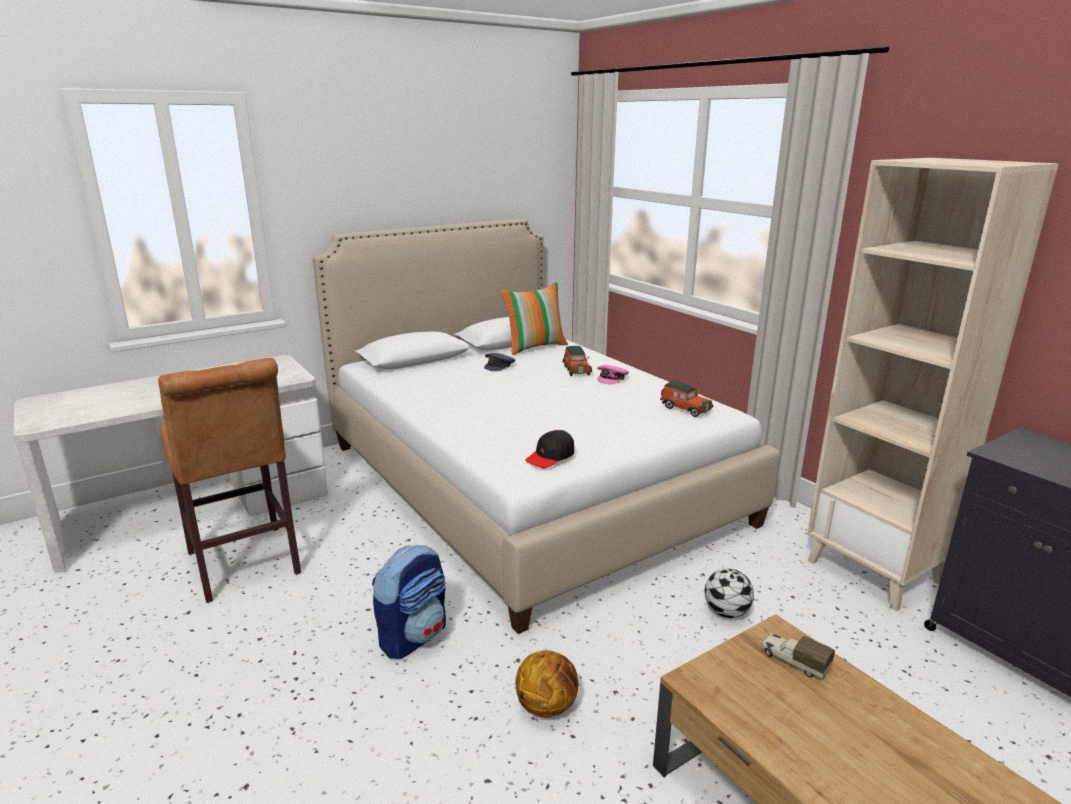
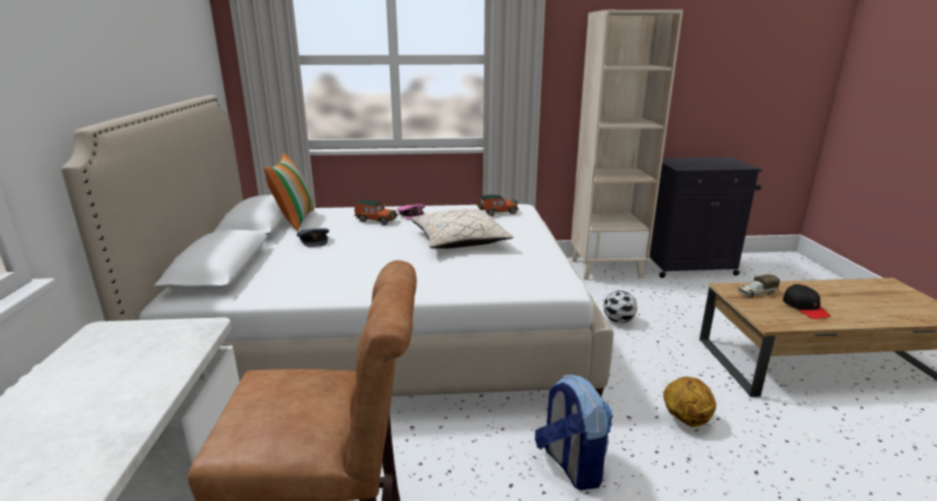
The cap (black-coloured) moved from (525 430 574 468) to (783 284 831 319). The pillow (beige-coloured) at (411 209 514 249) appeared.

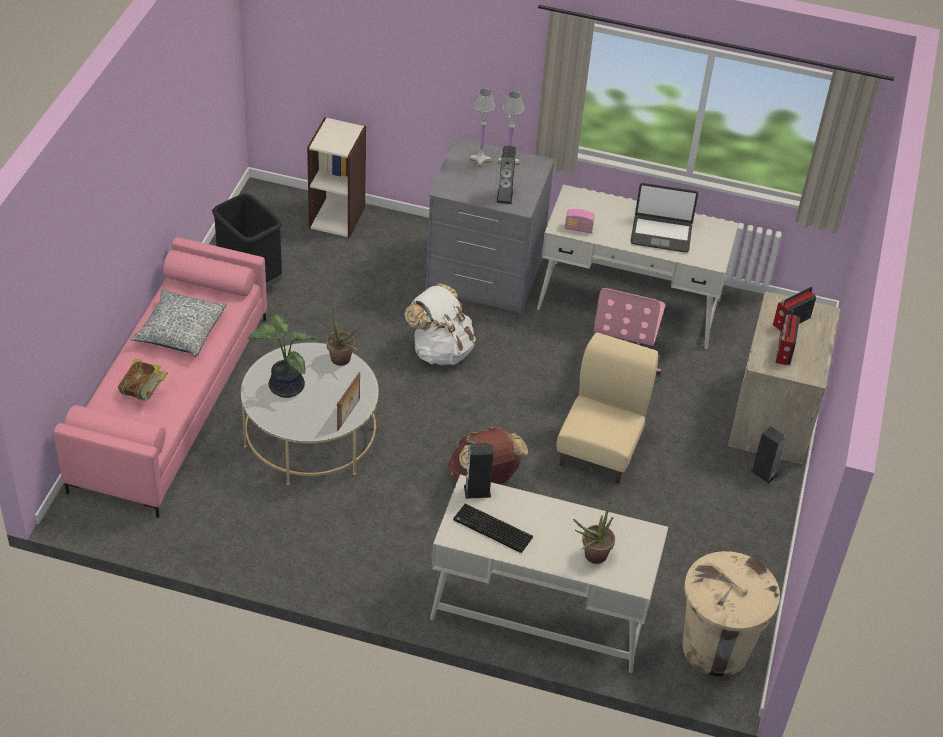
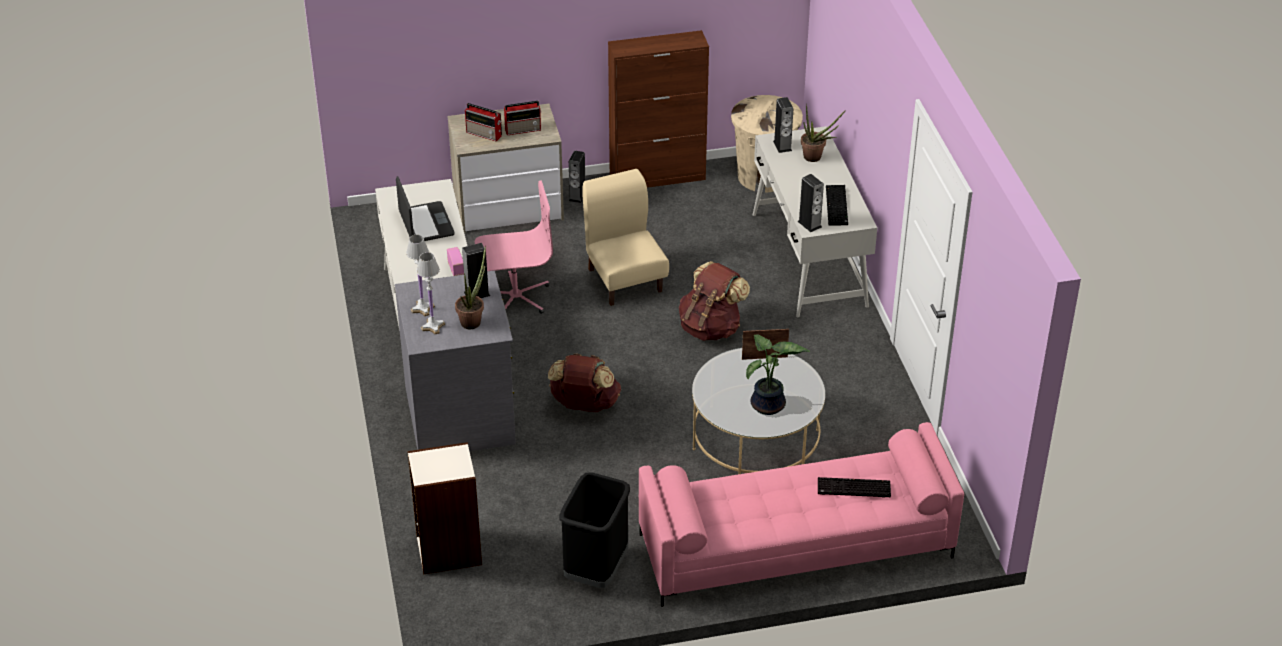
The backpack (whitish) at (404 283 476 365) became the backpack (brownish) at (548 353 621 412). The pillow at (130 289 227 357) disappeared. The plant in a pot moved from (326 305 359 366) to (455 246 486 329). The plain chair (beige-coloured) at (556 332 658 484) turned 75 degrees clockwise. The book at (118 359 168 400) was replaced by the PC keyboard at (818 477 891 498). The cabinet (brownish) at (608 30 709 188) appeared. The audio speaker at (773 97 793 153) appeared.

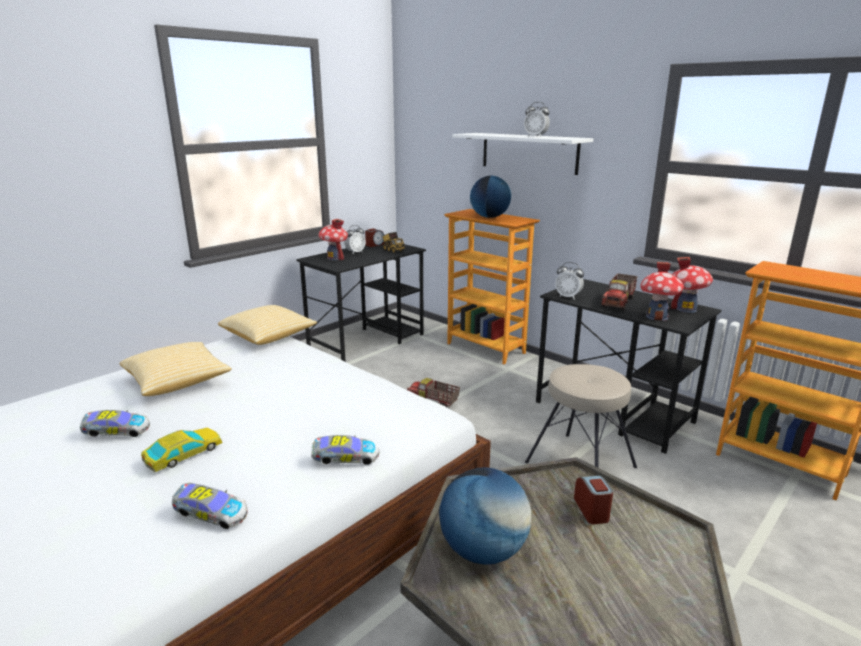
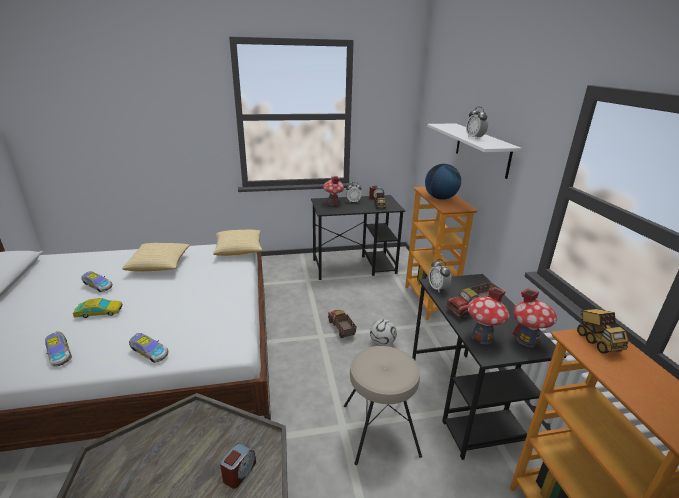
The globe at (439 467 531 565) disappeared. The model truck at (577 309 629 354) appeared. The football at (370 319 397 346) appeared.

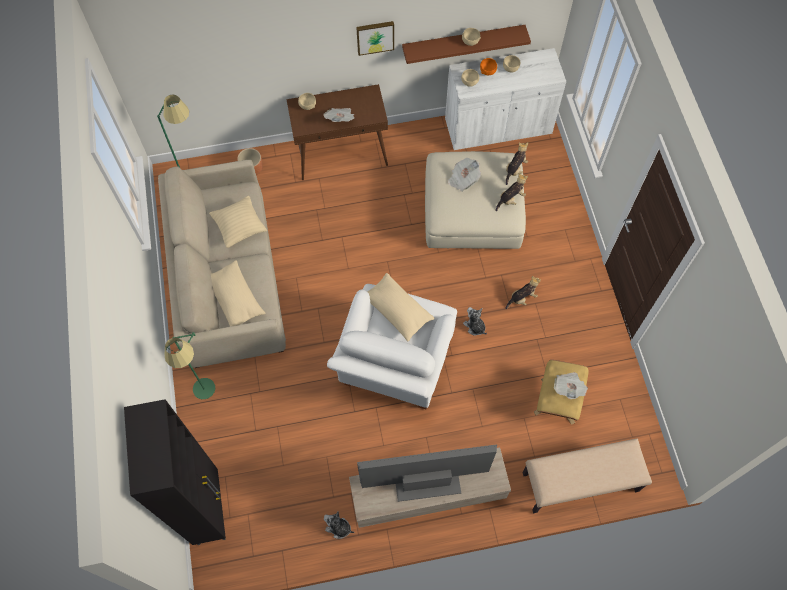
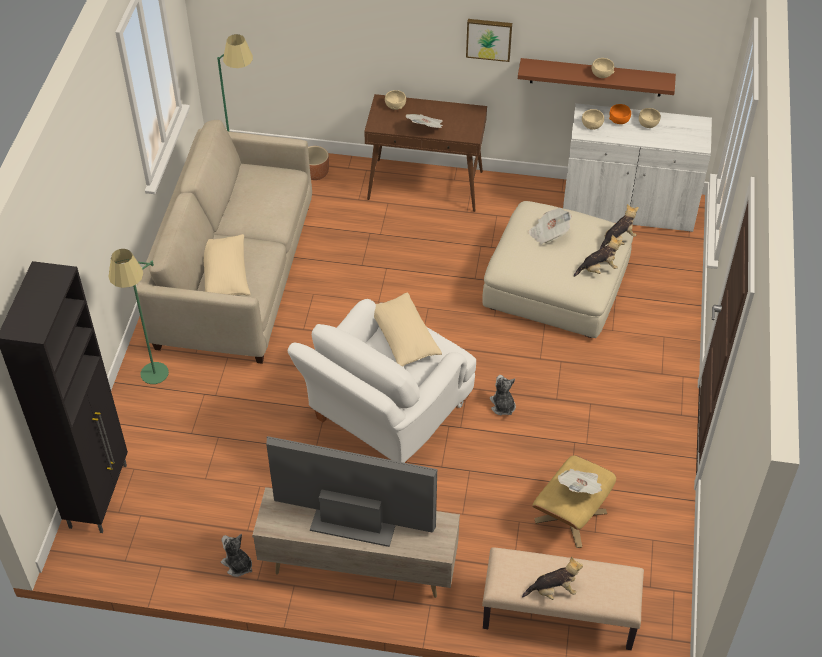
The pillow (beige-coloured) at (209 196 267 248) disappeared. The plush toy moved from (505 276 541 309) to (522 556 583 600).

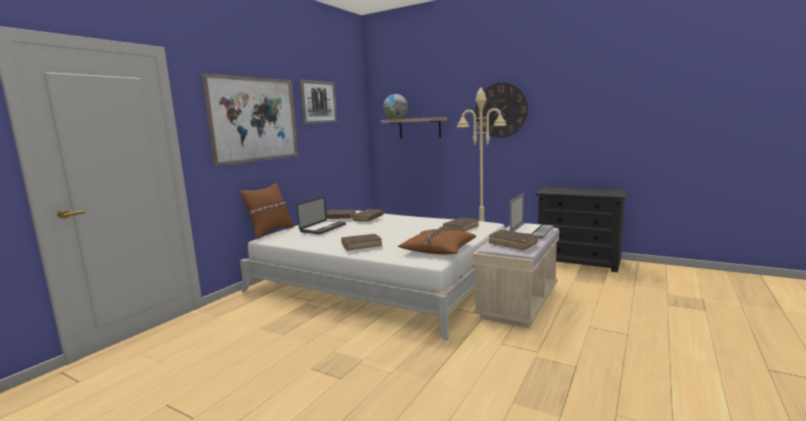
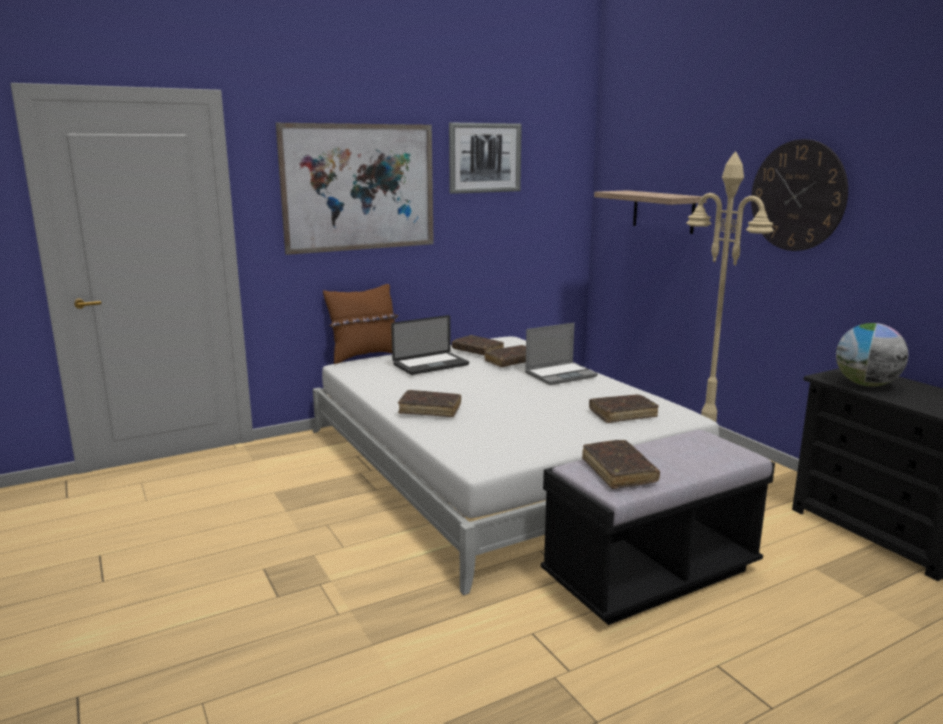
The globe moved from (383 94 408 119) to (836 323 908 387). The portable computer moved from (510 193 554 239) to (525 323 598 385). The pillow (brownish) at (398 225 476 255) disappeared. The bench (beige-coloured) at (473 225 560 328) became the bench (black-coloured) at (541 430 775 625).

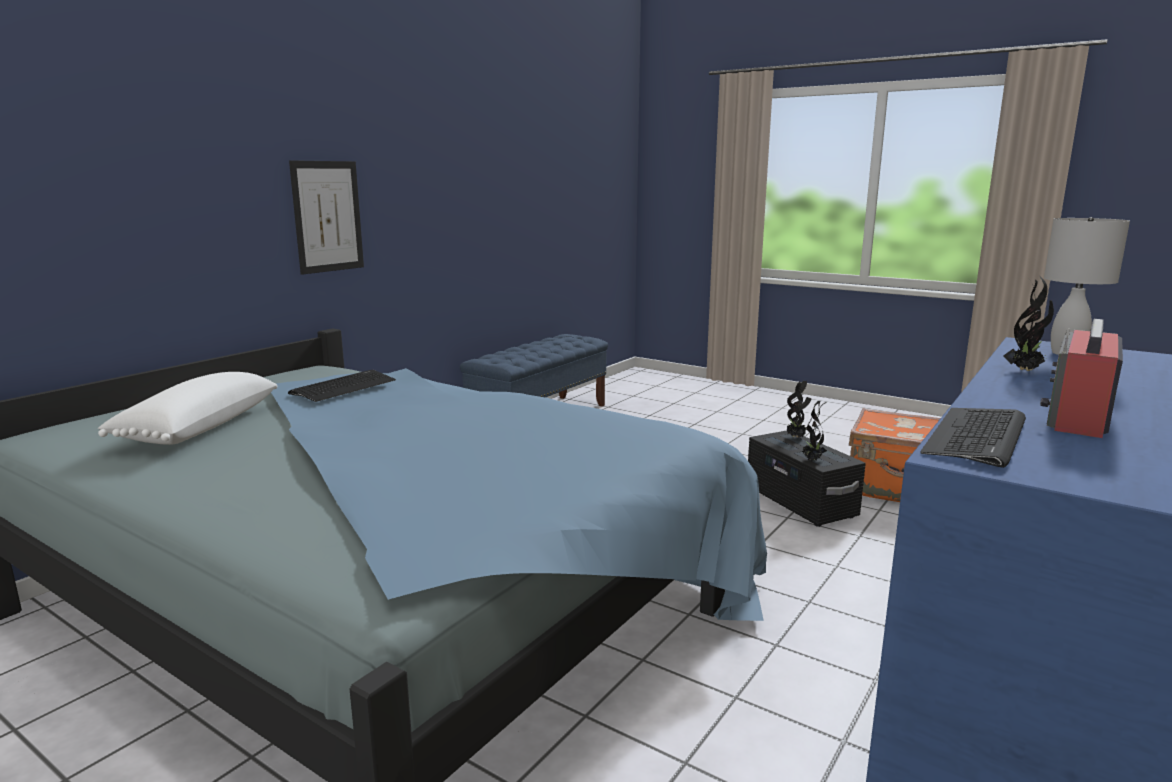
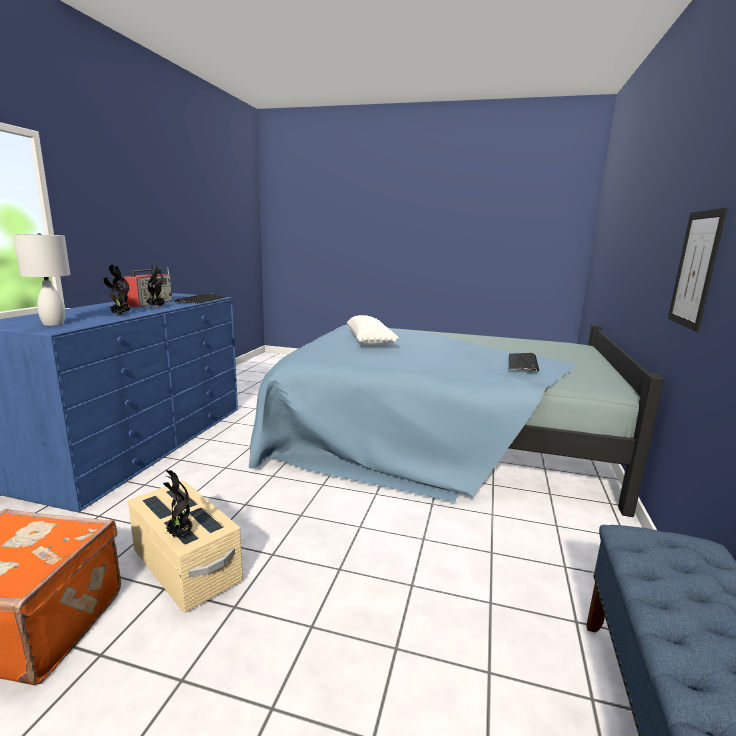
The pillow (whitish) moved from (98 372 277 445) to (347 315 399 345). The plant in a pot moved from (802 401 826 461) to (146 262 166 307). The storage container (black-coloured) at (748 430 866 527) became the storage container (beige-coloured) at (128 480 243 613).

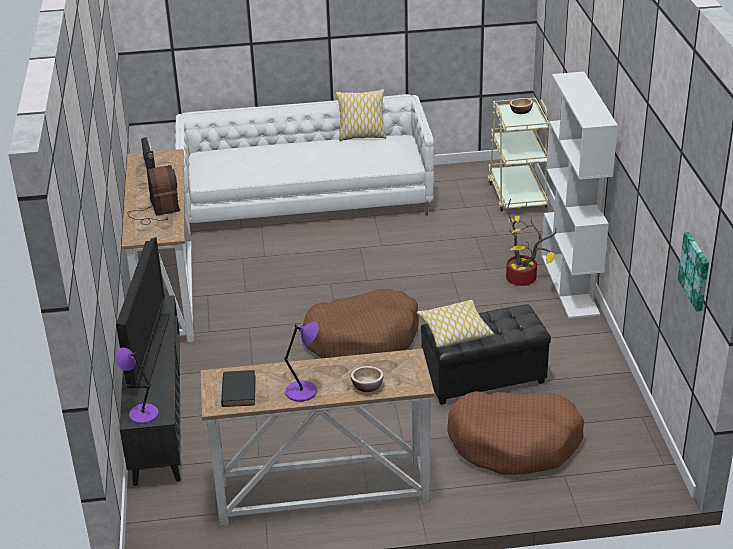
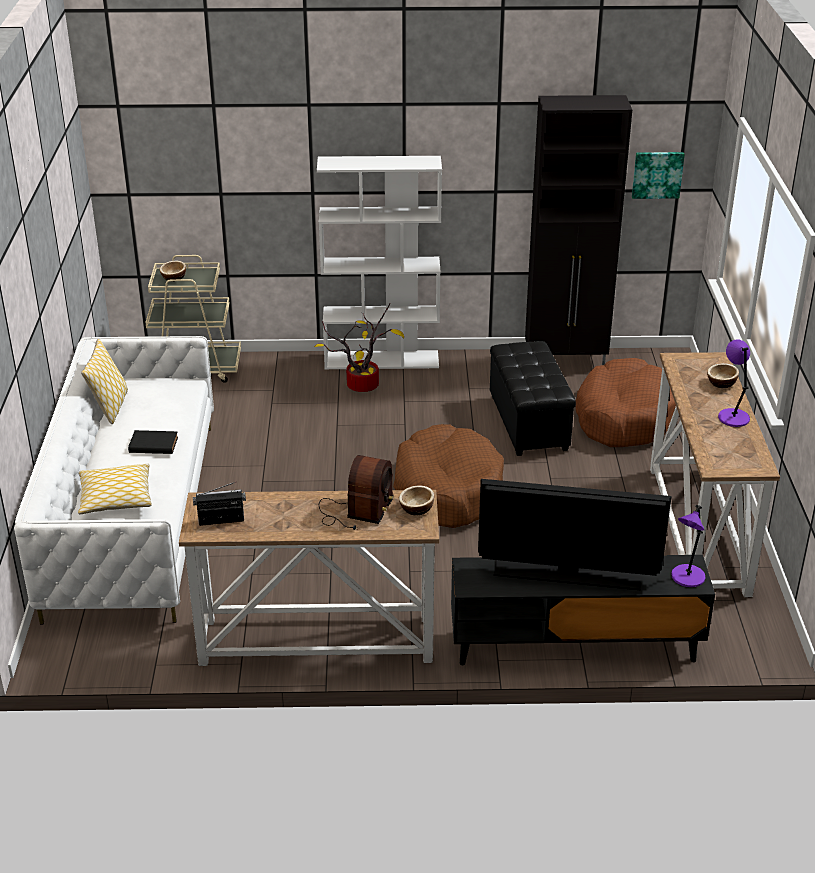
The radio at (127 165 180 225) turned 120 degrees clockwise. The pillow moved from (417 300 494 348) to (78 464 152 514). The book (black-coloured) moved from (221 370 256 407) to (128 430 178 454). The cabinet (black-coloured) at (525 95 632 365) appeared. The bowl at (399 486 434 515) appeared.

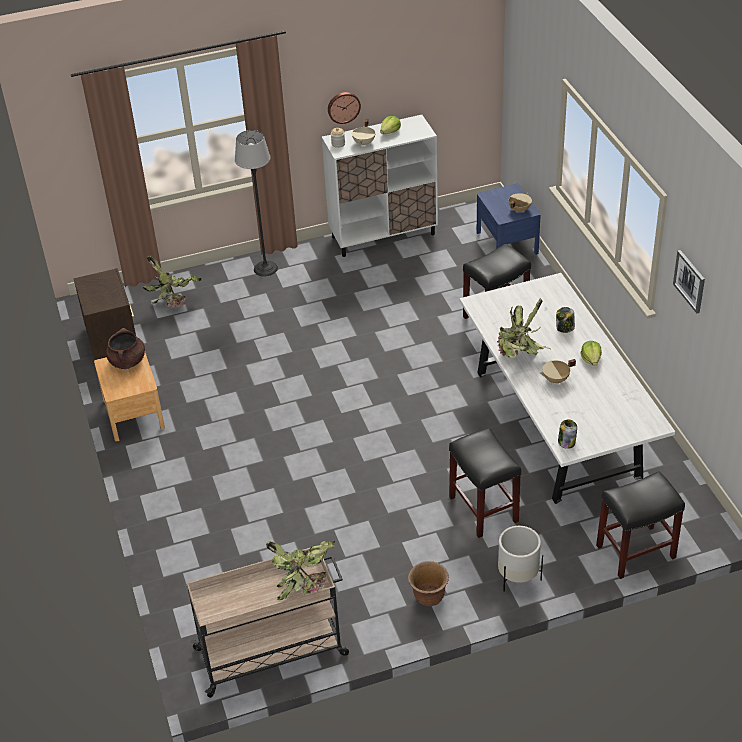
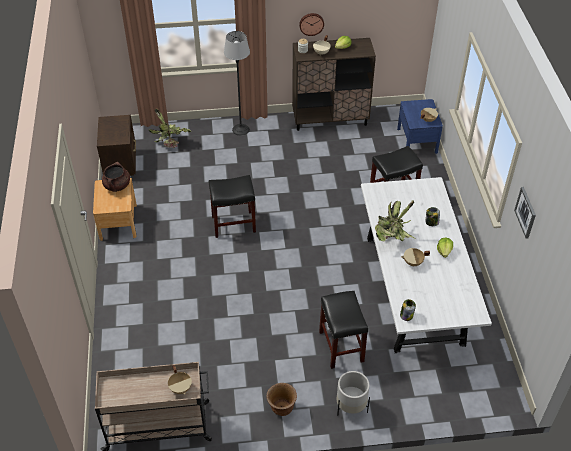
The cabinet (whitish) at (322 115 438 257) became the cabinet (brownish) at (292 38 376 131). The stool (black-coloured) moved from (596 471 685 579) to (209 175 256 238). The plant in a pot at (266 541 335 600) was replaced by the cooking pot (beige-coloured) at (168 365 192 394).

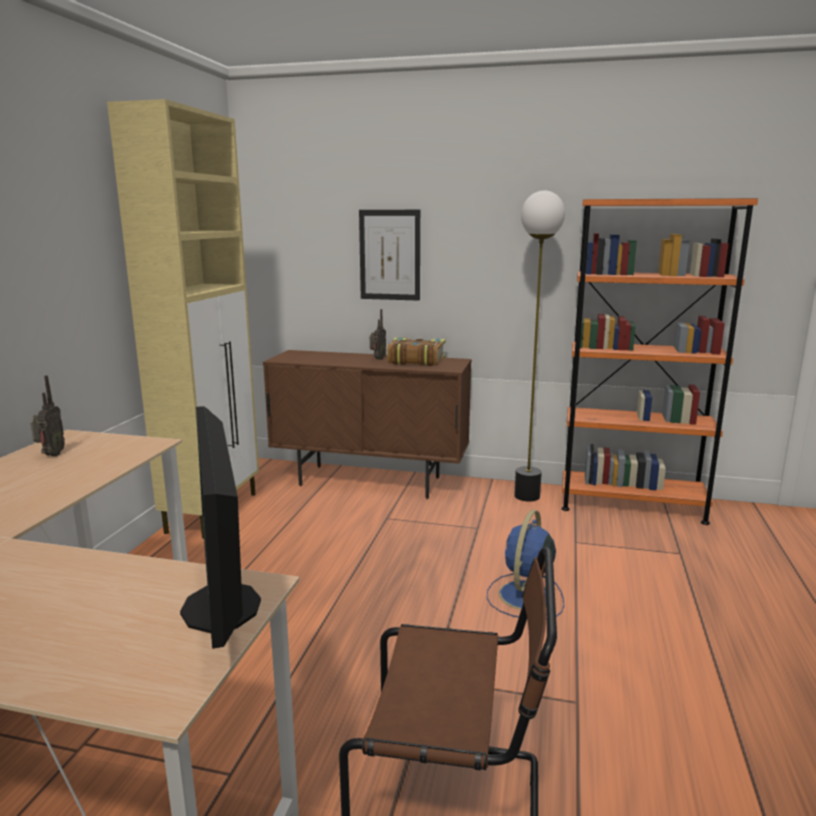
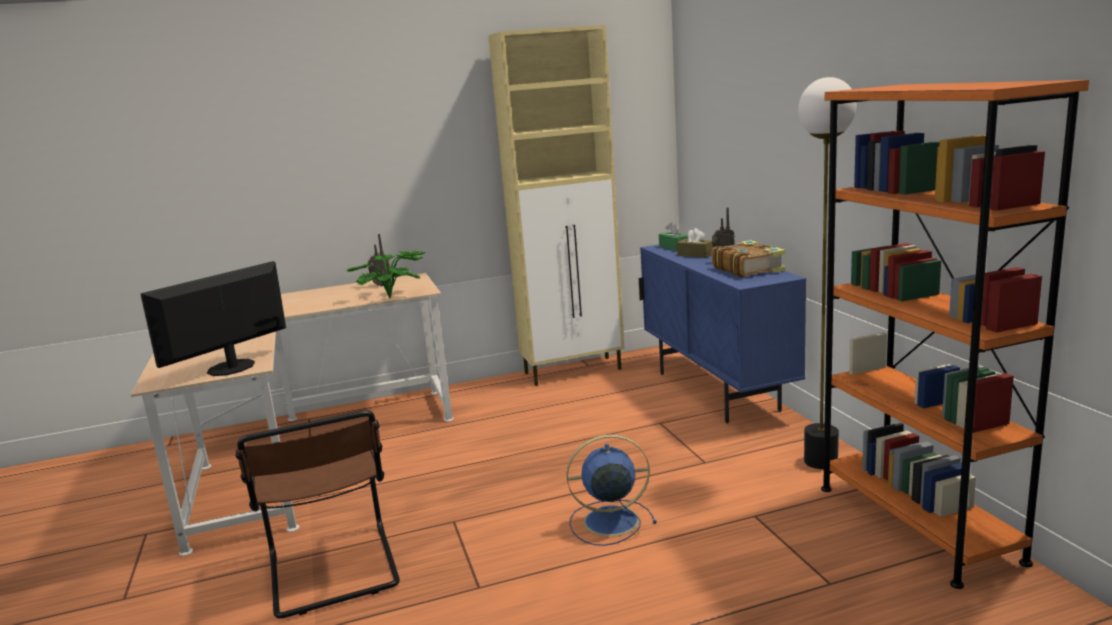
The wall picture at (359 210 420 301) disappeared. The cabinet (brownish) at (263 350 471 499) became the cabinet (blue) at (639 245 806 423). The tissue box (greenish) at (659 222 688 251) appeared. The tissue box (brownish) at (677 228 712 258) appeared. The plant in a pot at (346 250 426 298) appeared.

